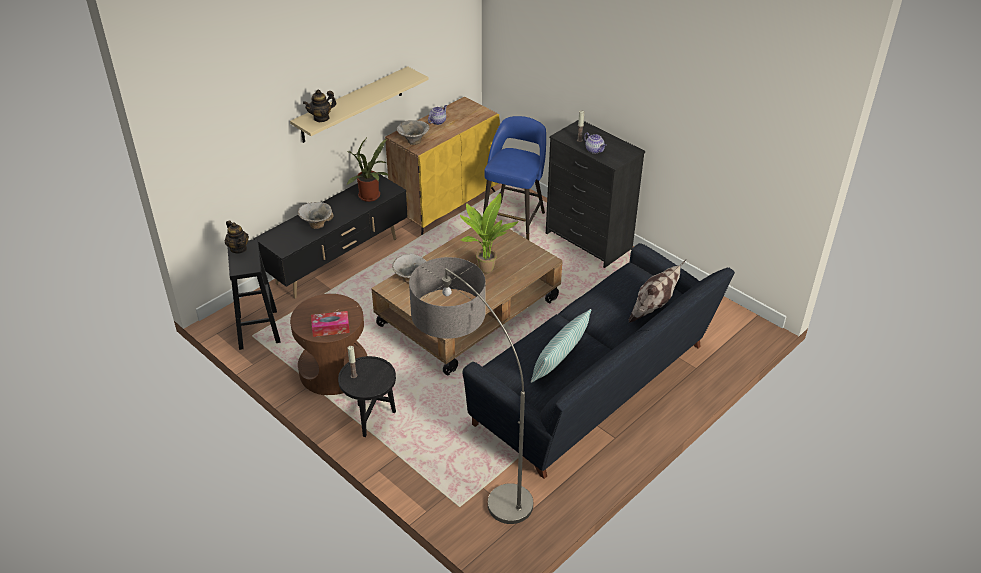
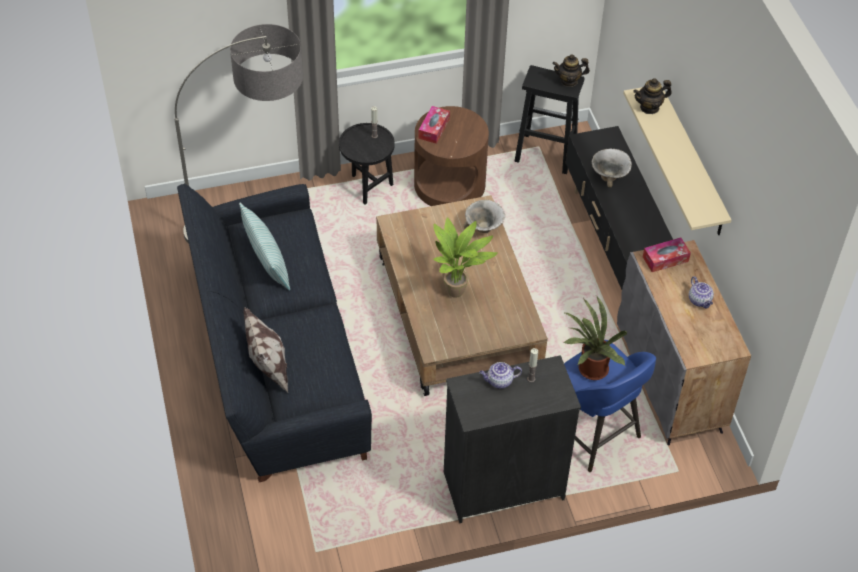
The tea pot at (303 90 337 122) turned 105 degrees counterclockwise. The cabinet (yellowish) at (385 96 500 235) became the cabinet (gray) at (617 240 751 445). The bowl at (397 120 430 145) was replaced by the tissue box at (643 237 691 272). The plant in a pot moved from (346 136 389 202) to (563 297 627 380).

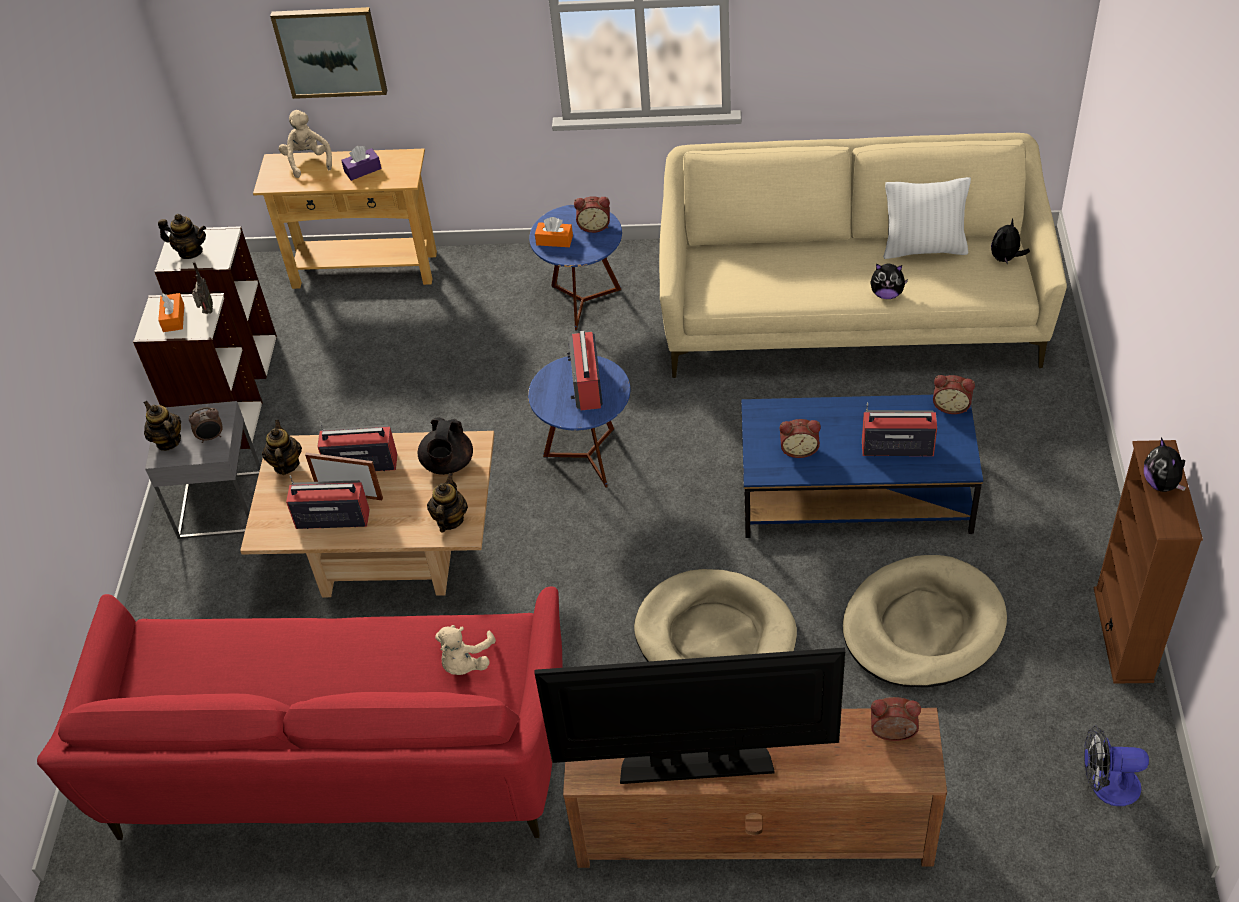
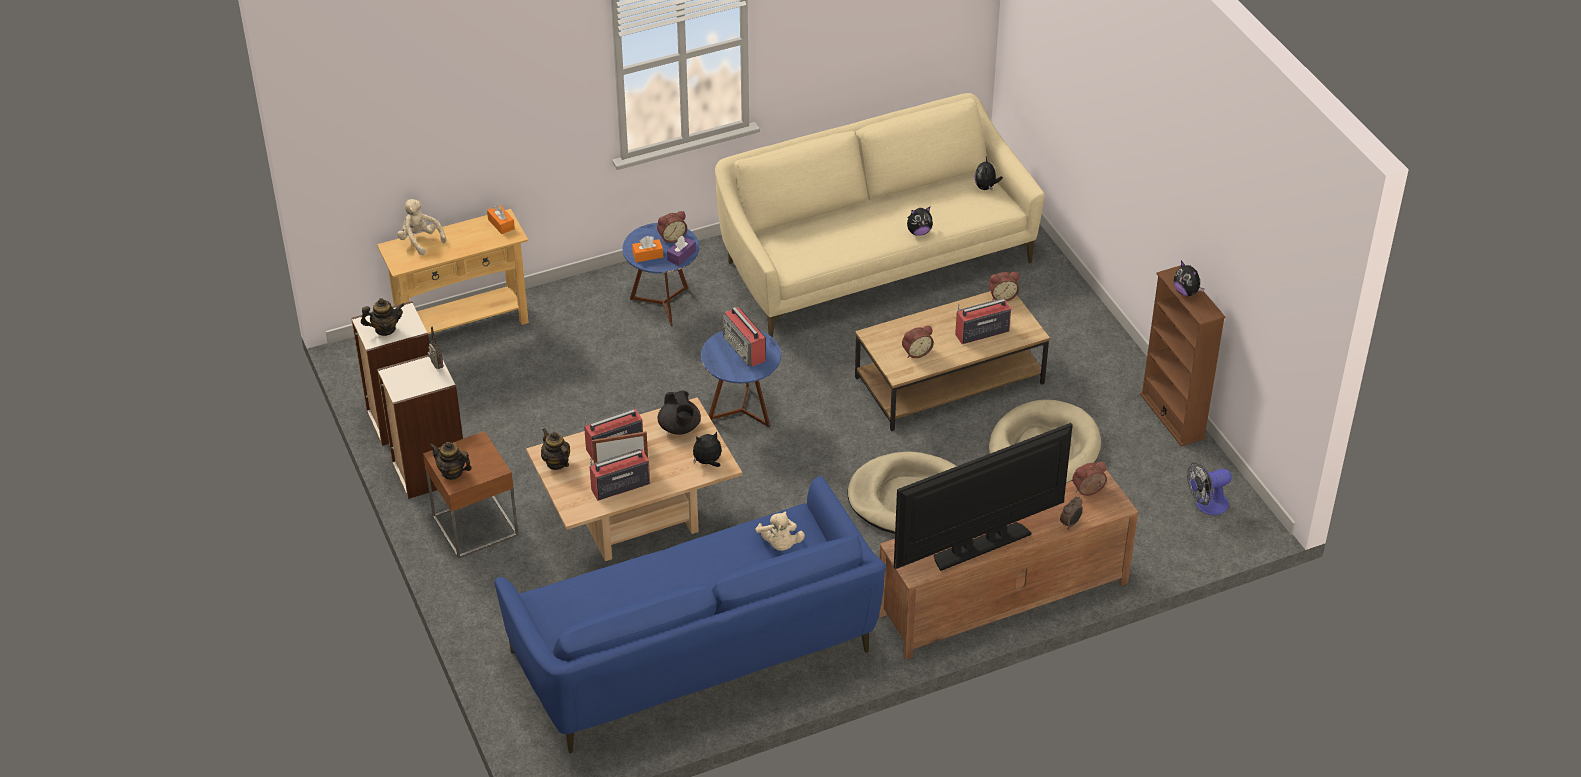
The wall picture at (270 7 387 99) disappeared. The tissue box (purplish) moved from (341 146 382 181) to (667 236 696 266). The pillow (whitish) at (883 177 971 259) disappeared. The tissue box (orangey) moved from (158 293 184 332) to (487 205 515 234). The low table (blue) at (741 395 983 538) became the low table (brownish) at (855 291 1050 431). The accent table (gray) at (145 401 261 539) became the accent table (brownish) at (423 431 518 558). The bedside clock moved from (189 407 223 443) to (1060 496 1083 530). The tea pot at (427 473 468 532) was replaced by the plush toy at (693 432 722 467). The sofa (reddish) at (37 586 563 840) became the sofa (blue) at (494 476 886 753).

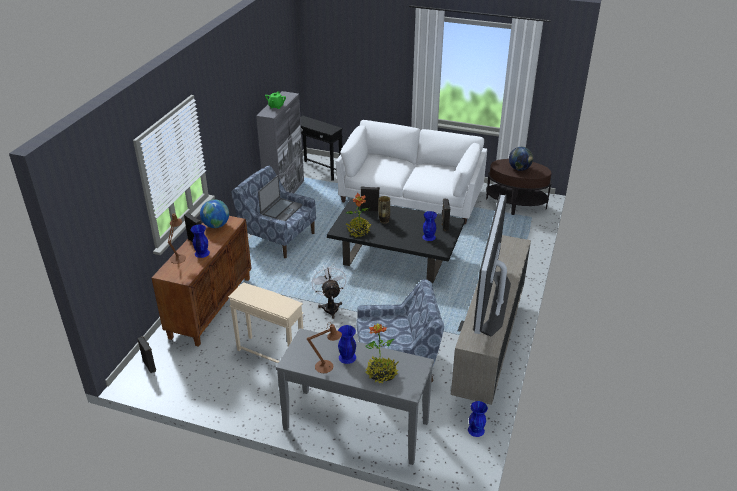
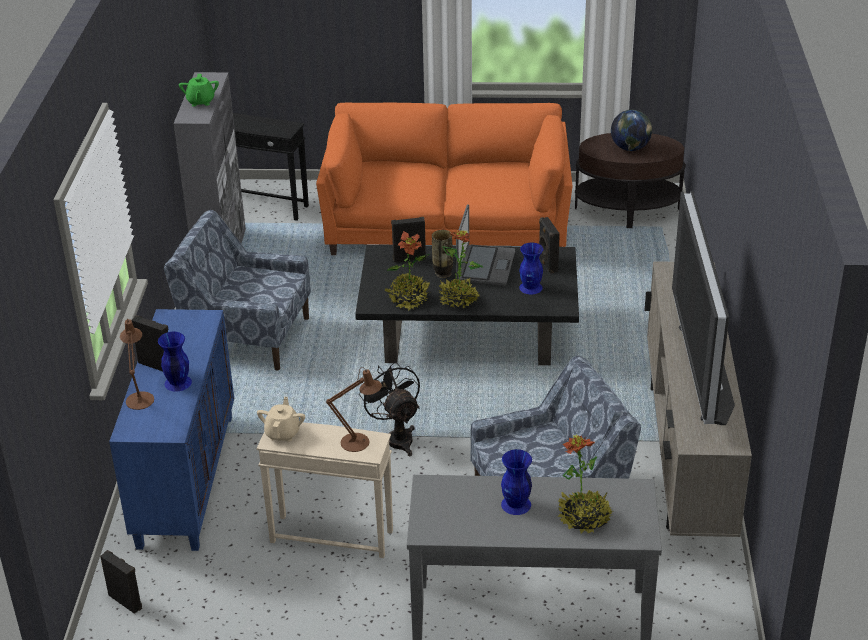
The sofa (whitish) at (336 120 487 225) became the sofa (orangey) at (316 103 572 255). The portable computer moved from (258 175 302 221) to (456 204 515 286). The globe at (200 199 229 228) disappeared. The cabinet (brownish) at (151 216 252 347) became the cabinet (blue) at (109 309 234 551). The cooling fan (whitish) at (311 265 346 319) became the cooling fan (black-coloured) at (359 361 420 456). The table lamp (brownish) moved from (307 322 342 373) to (326 367 382 452). The vase (blue) at (468 401 488 437) disappeared. The plant in a pot at (439 230 483 309) appeared. The tea pot (beige-coloured) at (257 397 305 442) appeared.

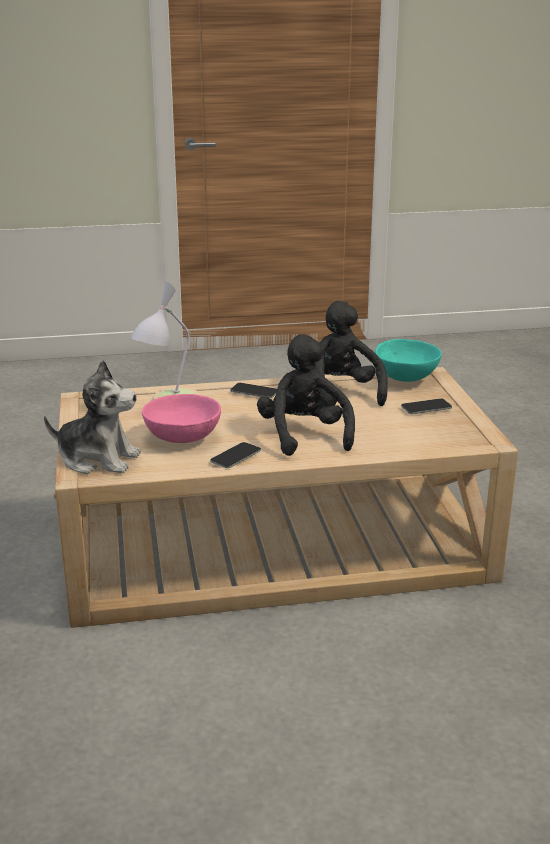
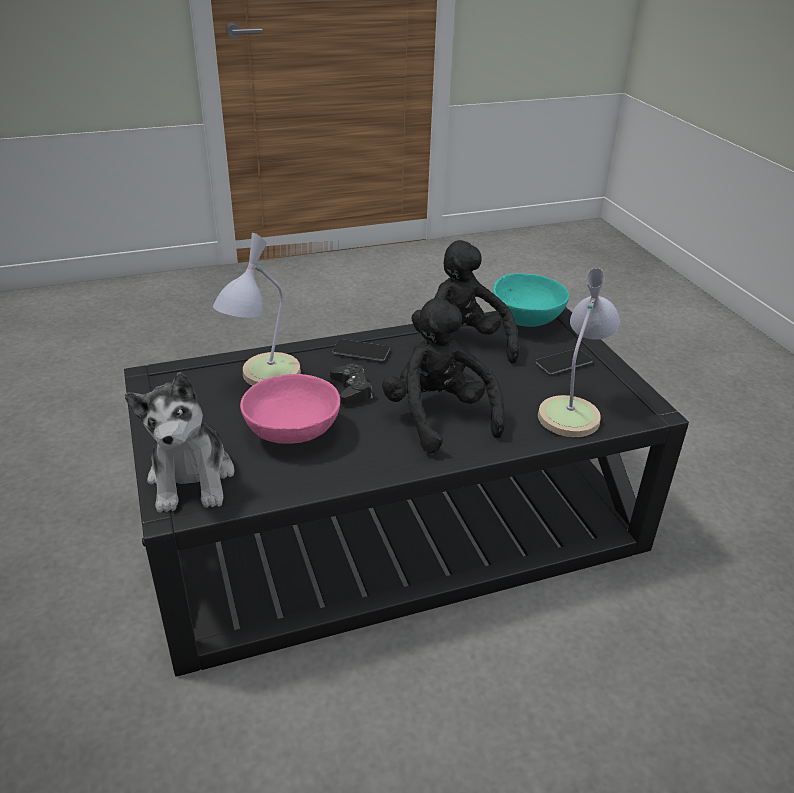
The plush toy at (44 360 141 474) turned 75 degrees clockwise. The low table (beige-coloured) at (54 367 518 628) became the low table (black-coloured) at (124 307 689 677). The telephone at (210 442 261 468) disappeared. The table lamp at (538 268 620 437) appeared. The game controller (black-coloured) at (330 364 373 404) appeared.

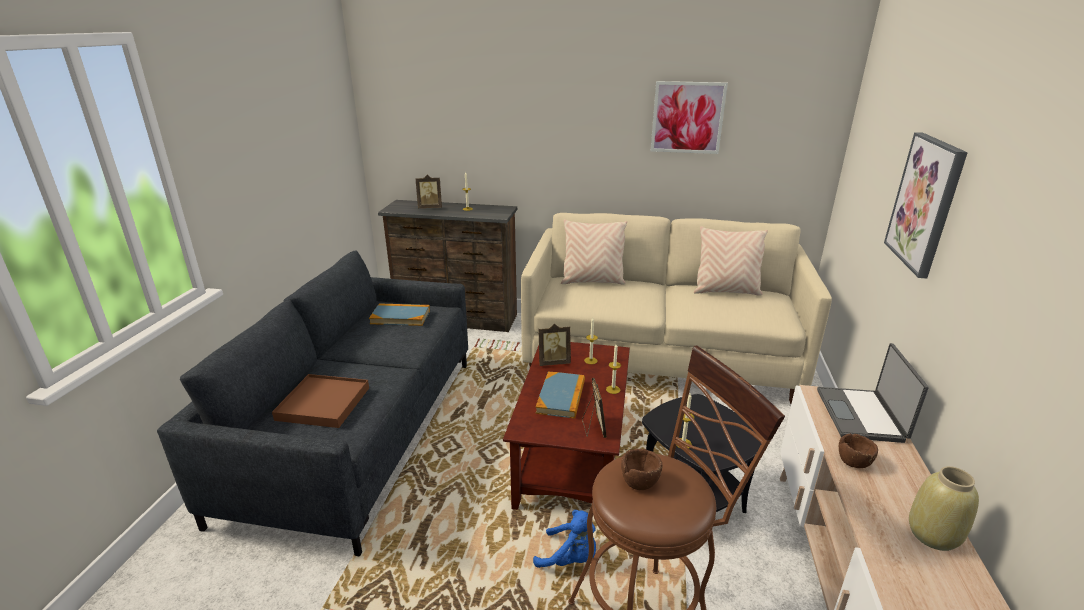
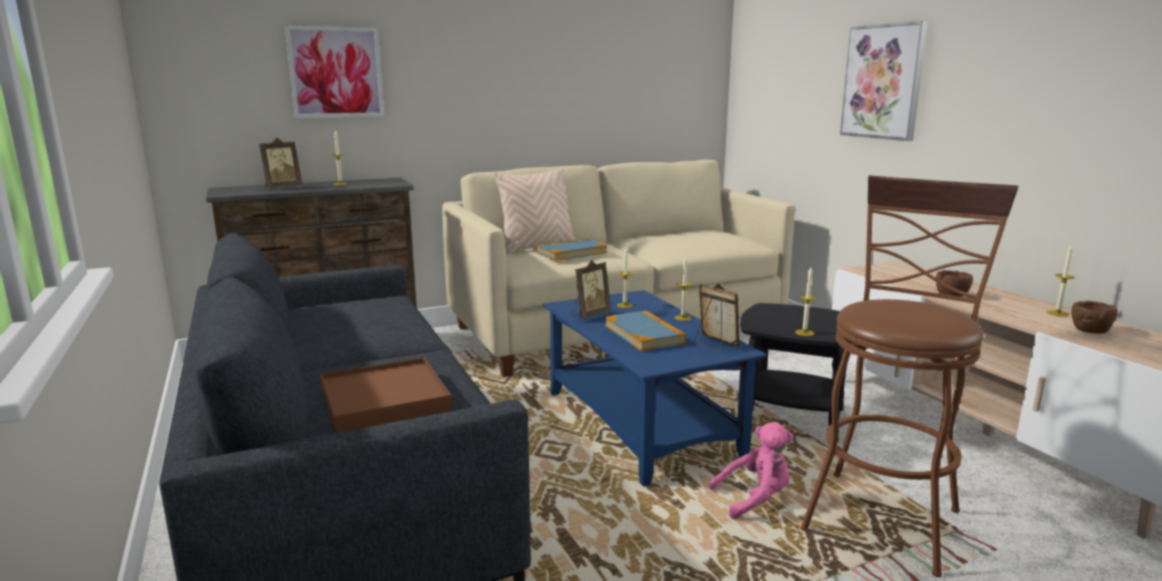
The wall picture moved from (651 81 728 154) to (285 25 384 118). The pillow (beige-coloured) at (694 226 768 296) disappeared. The book moved from (369 303 430 326) to (536 239 607 261). The low table (brownish) at (503 342 630 510) became the low table (blue) at (543 290 766 487). The portable computer at (817 343 928 443) disappeared. The bowl (brownish) moved from (621 449 662 490) to (1071 301 1118 334). The vase (beige-coloured) at (909 466 979 551) was replaced by the wax candle at (1046 245 1075 317). The plush toy (blue) at (533 510 596 568) became the plush toy (pinkish) at (709 422 794 519).

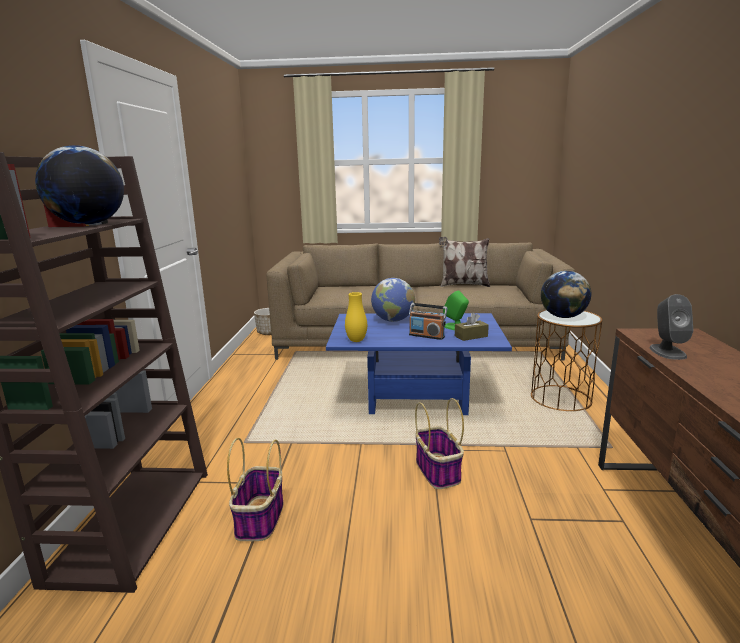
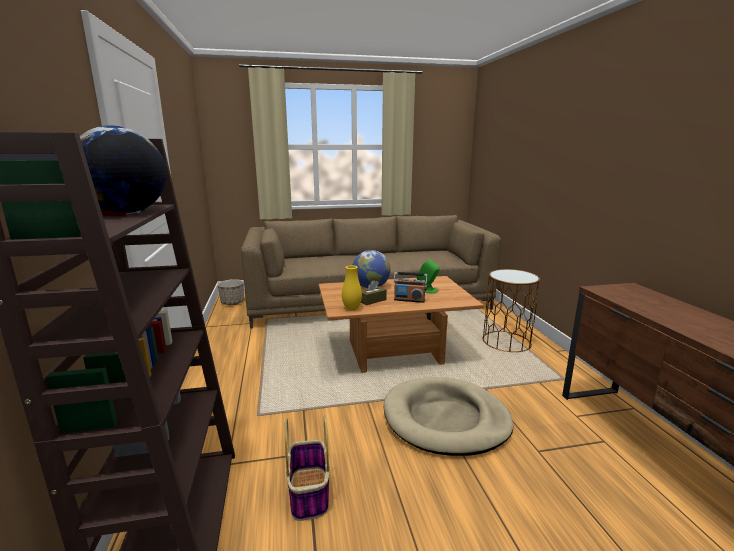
The pillow at (439 237 490 287) disappeared. The globe at (541 271 591 318) disappeared. The audio speaker (gray) at (649 294 693 360) disappeared. The low table (blue) at (326 313 512 415) became the low table (brownish) at (319 276 484 373). The tissue box (brownish) moved from (455 313 489 341) to (361 280 387 305). The storage basket at (415 398 464 489) was replaced by the dog bed (beige-coloured) at (384 377 513 456).

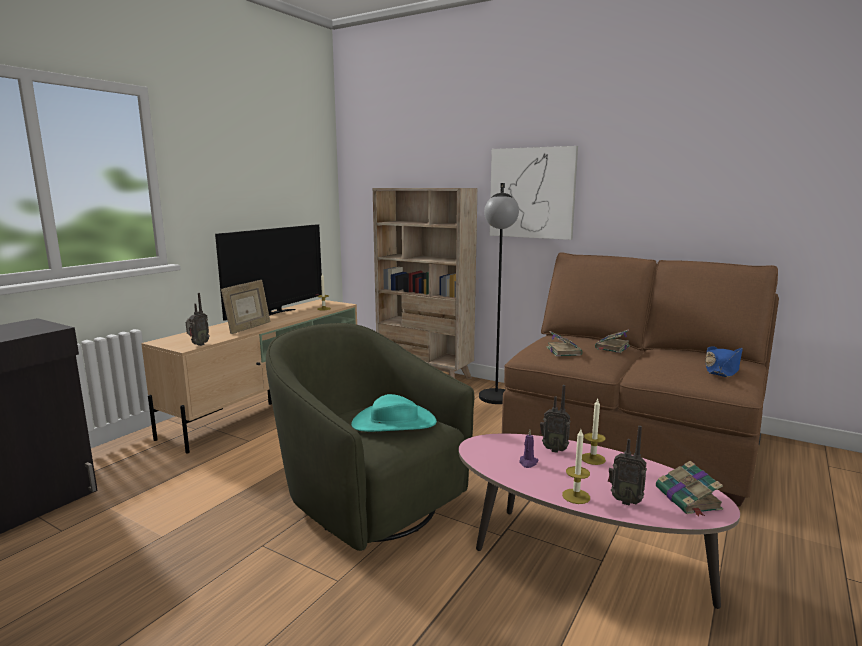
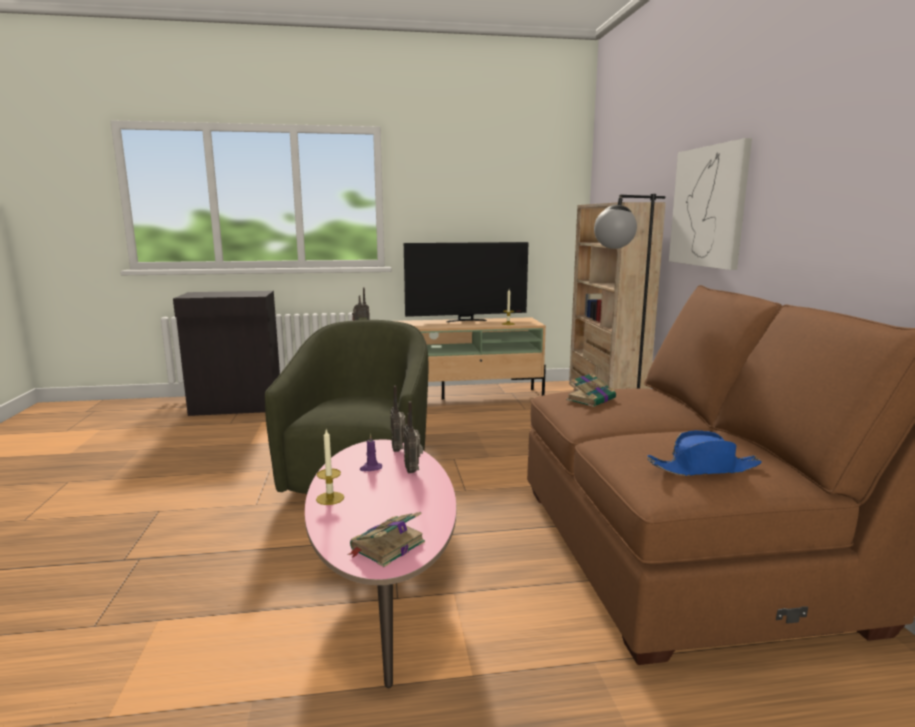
The photo frame at (221 280 270 334) disappeared. The book at (595 329 630 353) disappeared. The clothing hat (turquoise-coloured) at (351 394 437 432) disappeared. The wax candle at (582 399 606 465) disappeared. The radio moved from (608 426 647 506) to (391 386 406 452).

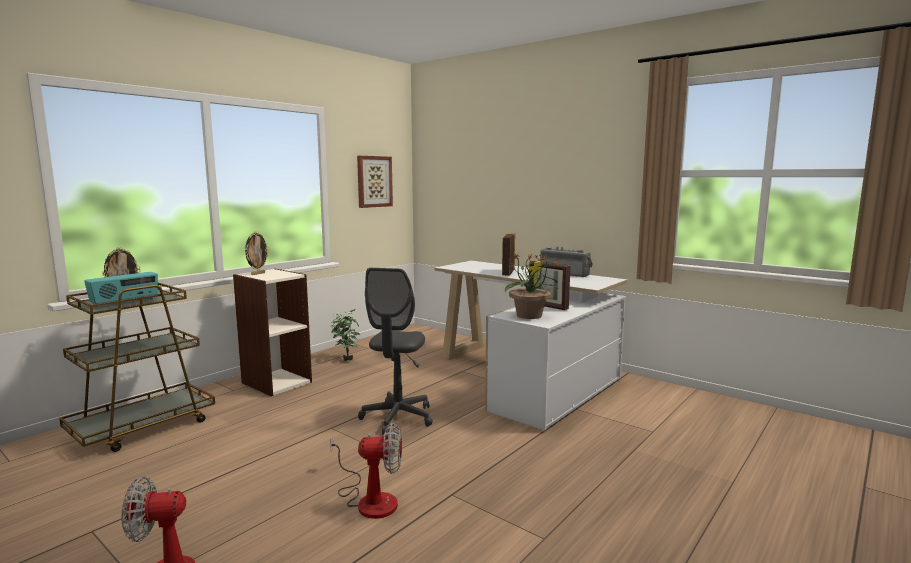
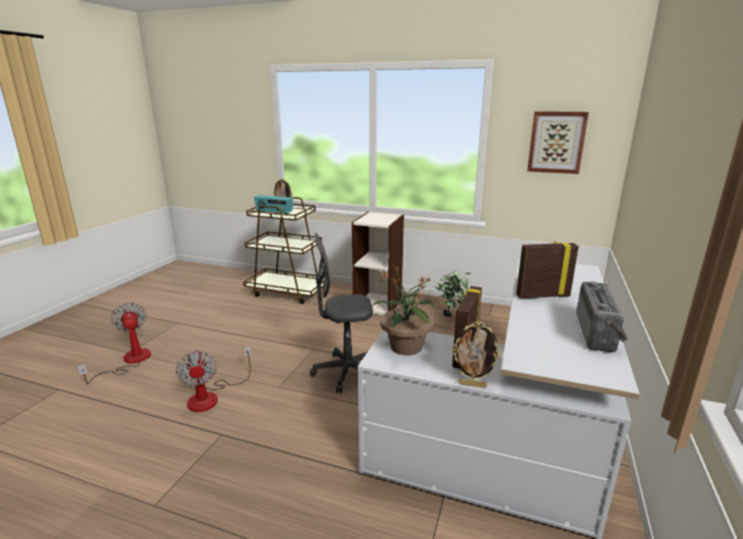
The photo frame moved from (245 231 269 275) to (451 321 501 388).

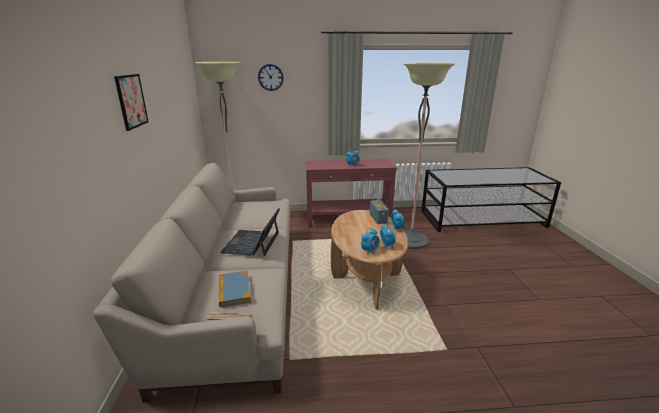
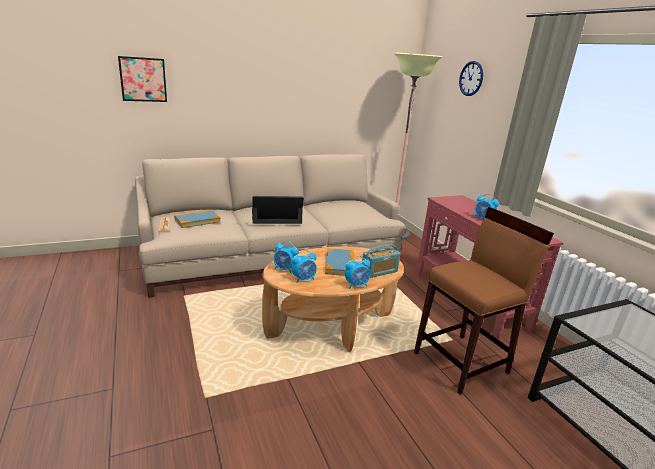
The floor lamp at (404 62 455 249) was replaced by the stool (brownish) at (414 207 554 395). The wall picture moved from (114 74 149 131) to (118 56 167 102). The book at (325 248 355 276) appeared.

